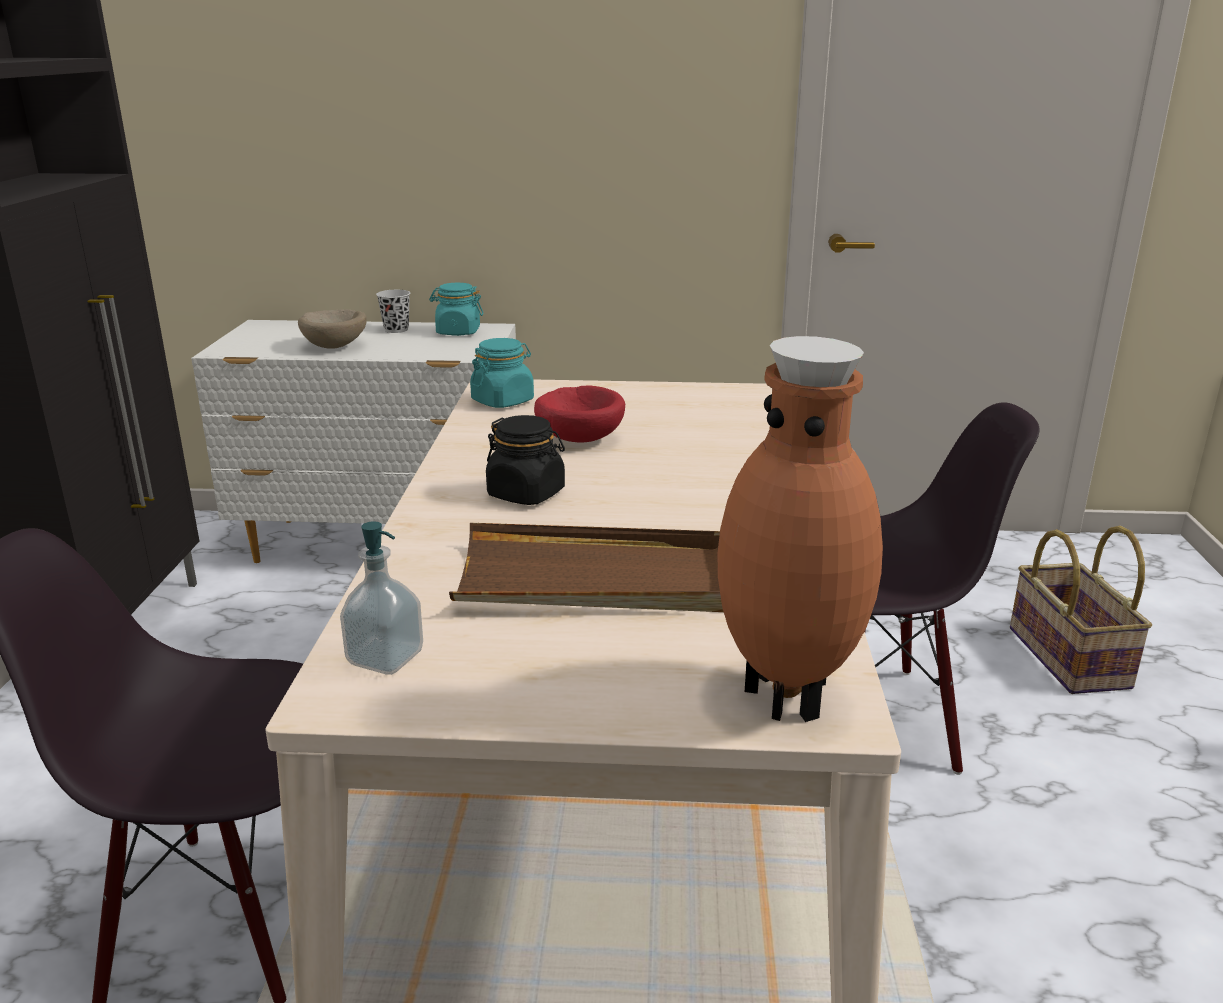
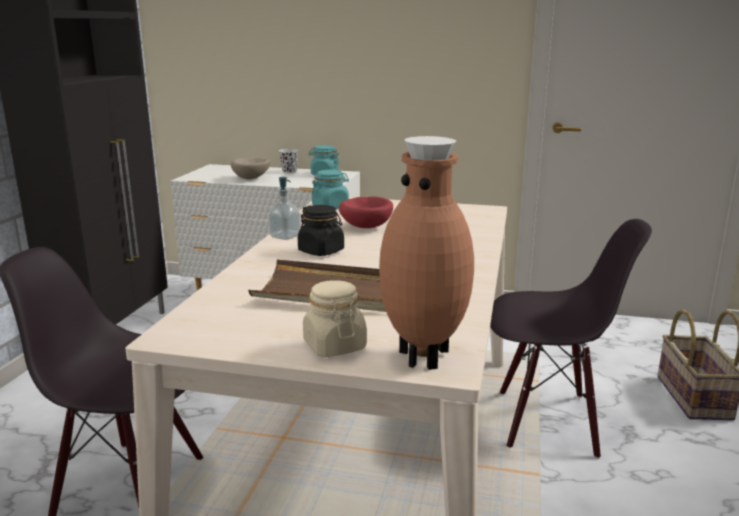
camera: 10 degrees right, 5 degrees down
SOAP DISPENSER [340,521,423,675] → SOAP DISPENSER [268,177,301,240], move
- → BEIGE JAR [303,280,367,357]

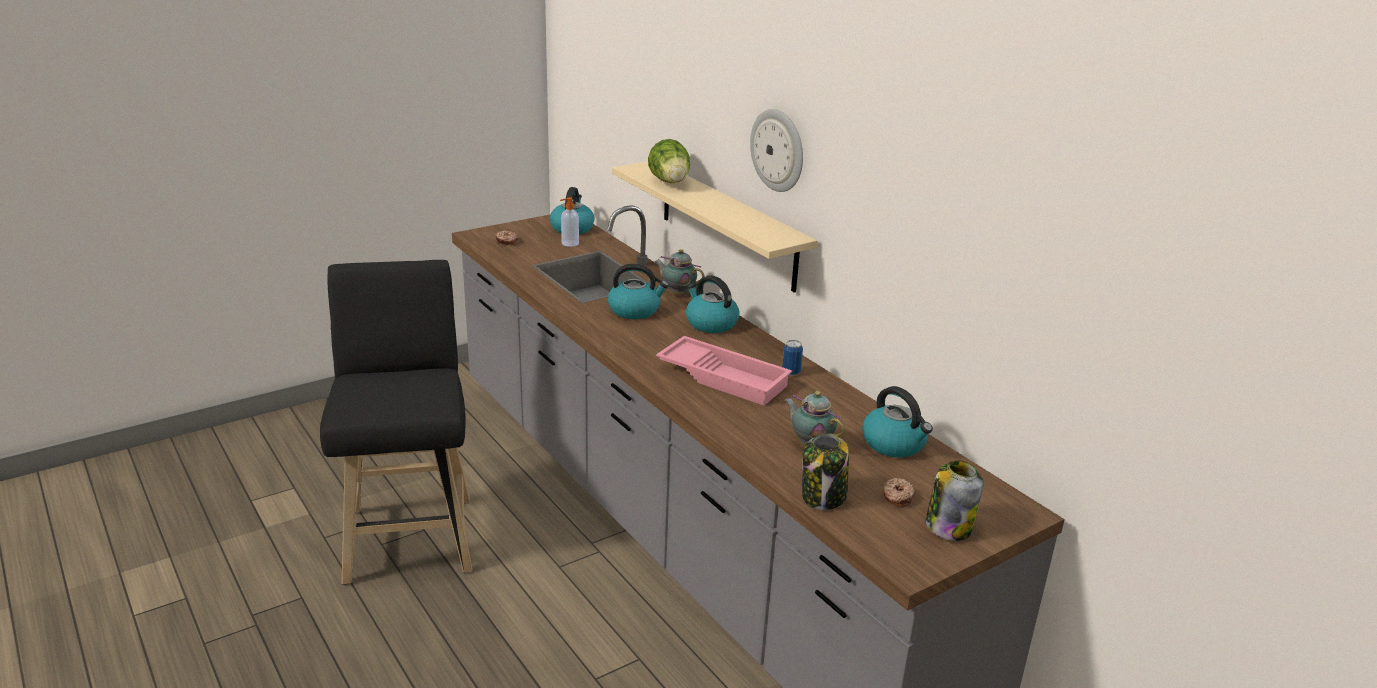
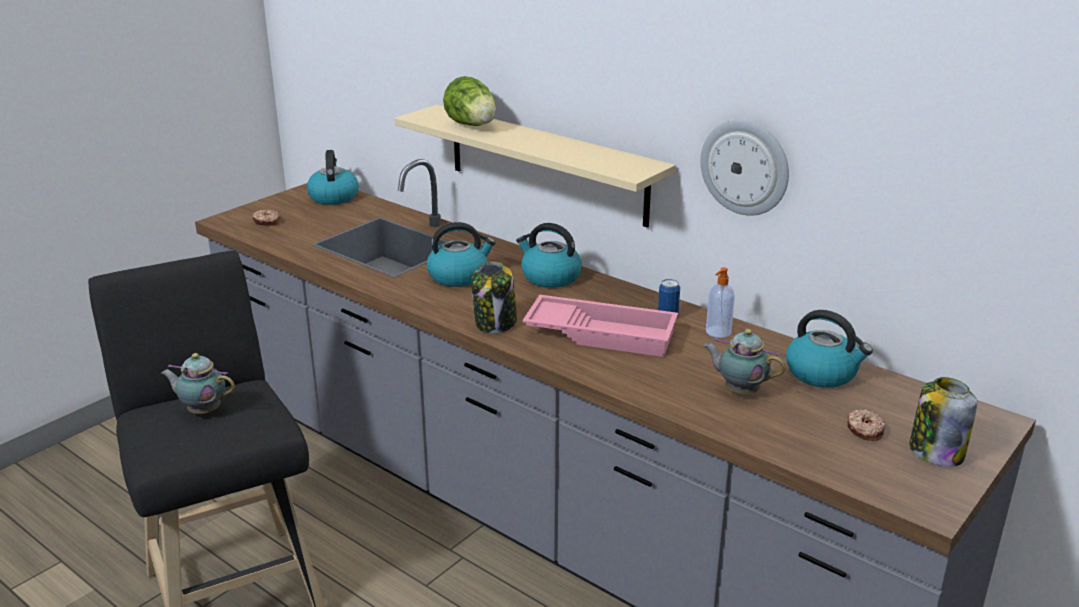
camera: 15 degrees left, 0 degrees up
SOAP DISPENSER [560,197,579,247] → SOAP DISPENSER [706,267,735,338], move
POT FOR TEA [654,249,705,295] → POT FOR TEA [161,353,235,414], move
WALL CLOCK [750,109,803,192] → WALL CLOCK [700,120,789,216], move
JAR [802,433,849,510] → JAR [471,262,517,333], move

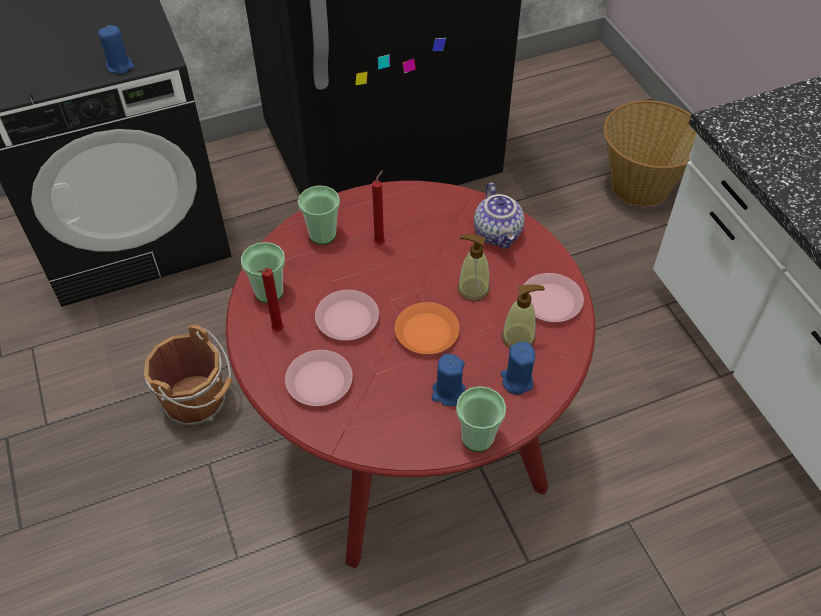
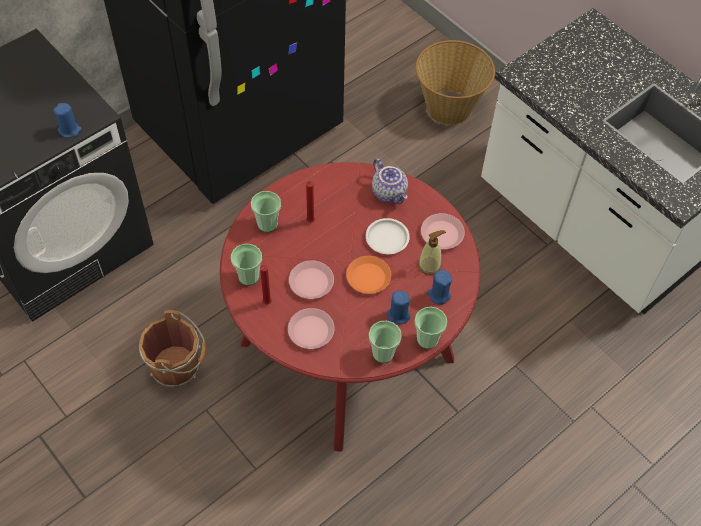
camera: 20 degrees left, 5 degrees up
SOAP DISPENSER [457,234,490,302] → WHITE FLAT DISH [366,218,410,254]
- → DRINKING CUP [369,321,402,363]

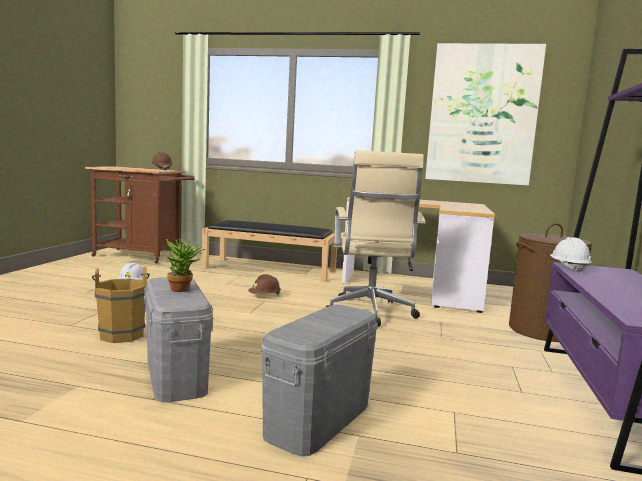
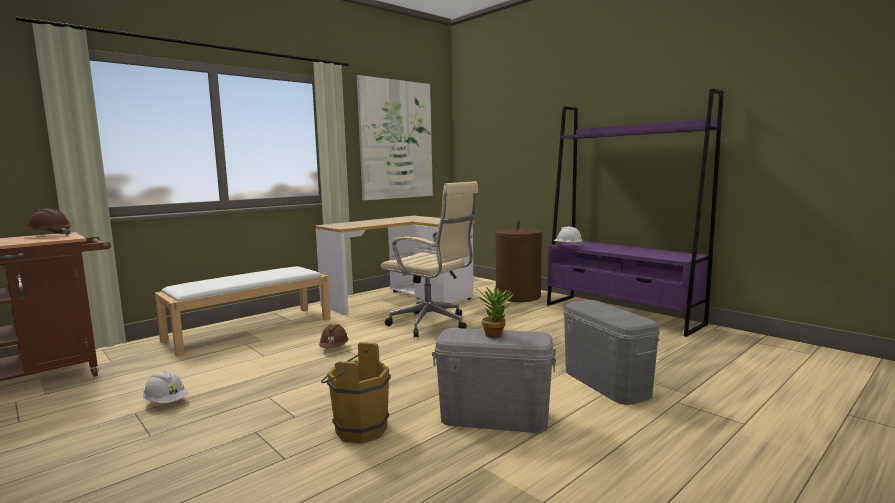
camera: 55 degrees left, 0 degrees up
BLACKISH BENCH [202,220,337,282] → WHITE BENCH [154,266,331,356]

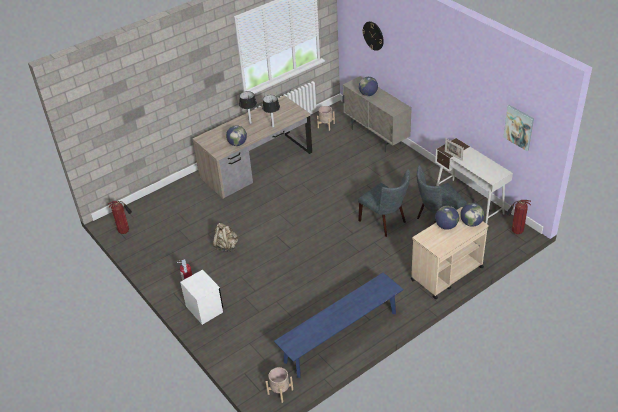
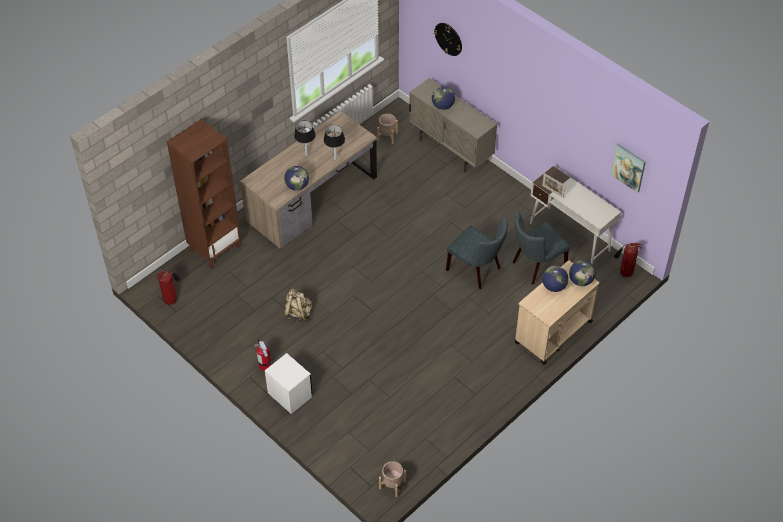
camera: 10 degrees left, 10 degrees up
BLUE-COLOURED BENCH [274,272,404,378] → -
- → BROWN BOOKCASE [167,119,241,269]

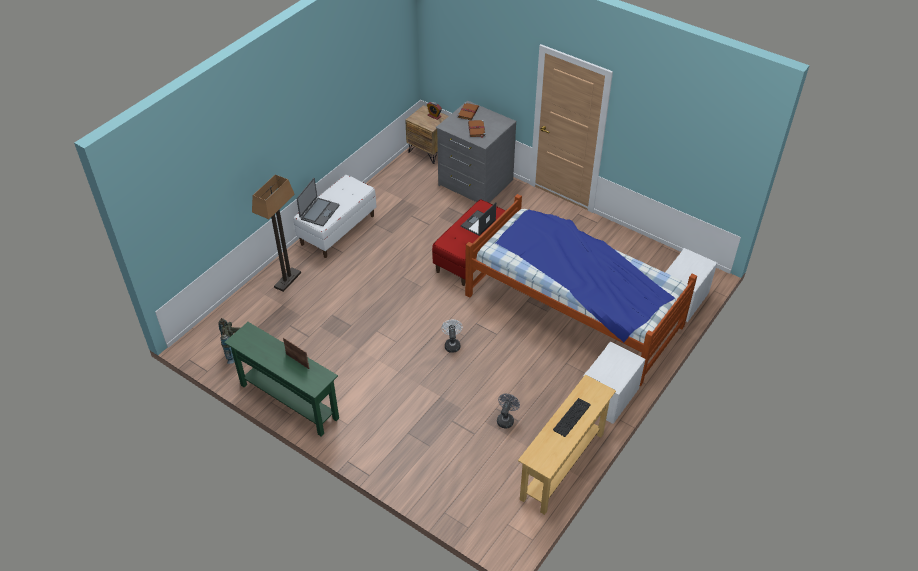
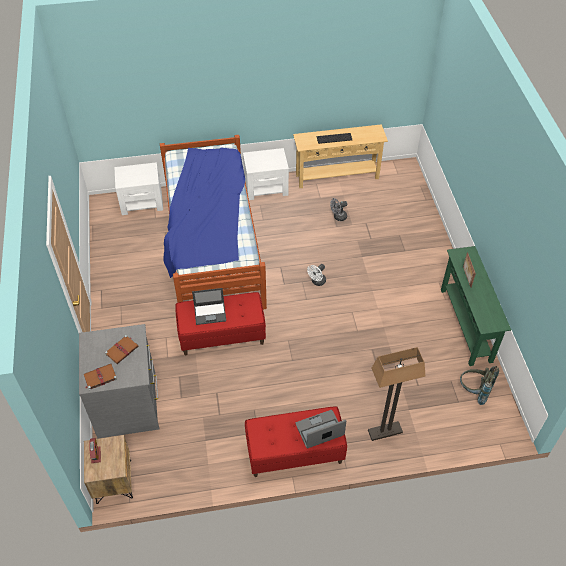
camera: 135 degrees left, 5 degrees up
WHITE BENCH [294,175,376,258] → RED-COLOURED BENCH [245,406,347,477]

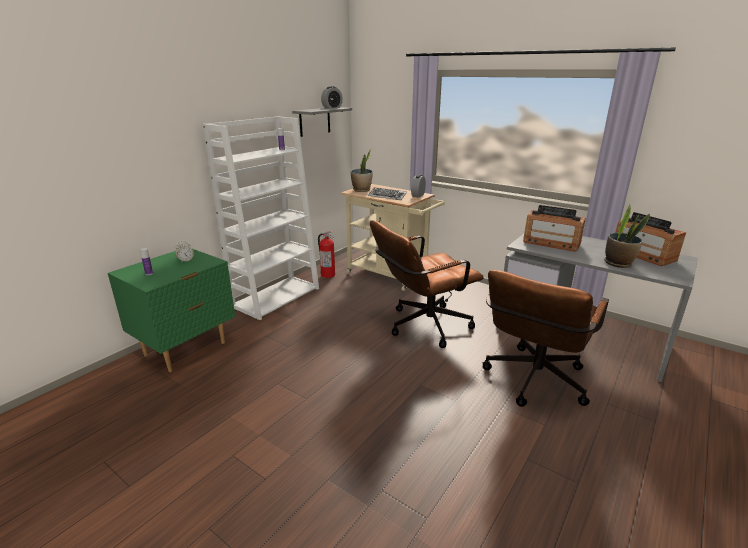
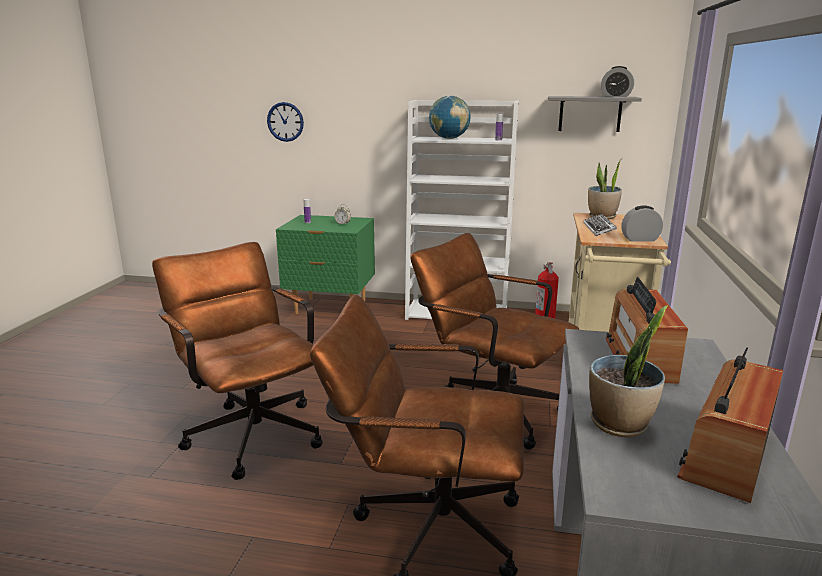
camera: 65 degrees right, 5 degrees down
- → BROWN COMPUTER CHAIR [152,242,323,480]
- → WALL CLOCK [267,102,304,142]
- → DESK GLOBE [429,96,471,139]

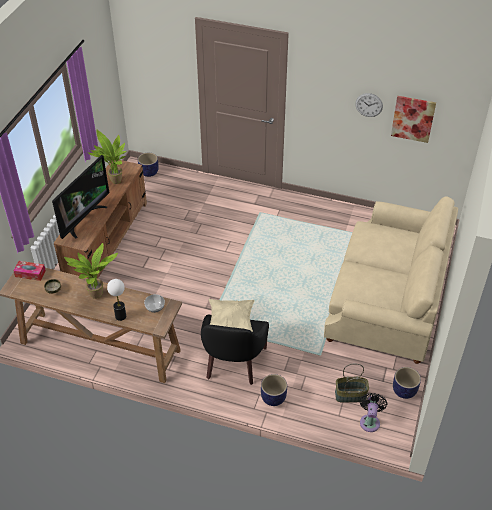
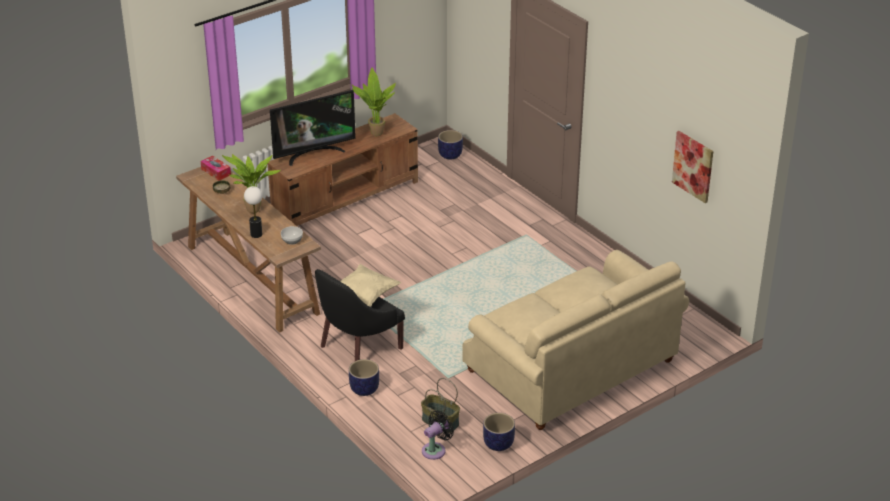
camera: 35 degrees right, 10 degrees down
WALL CLOCK [355,93,383,117] → -

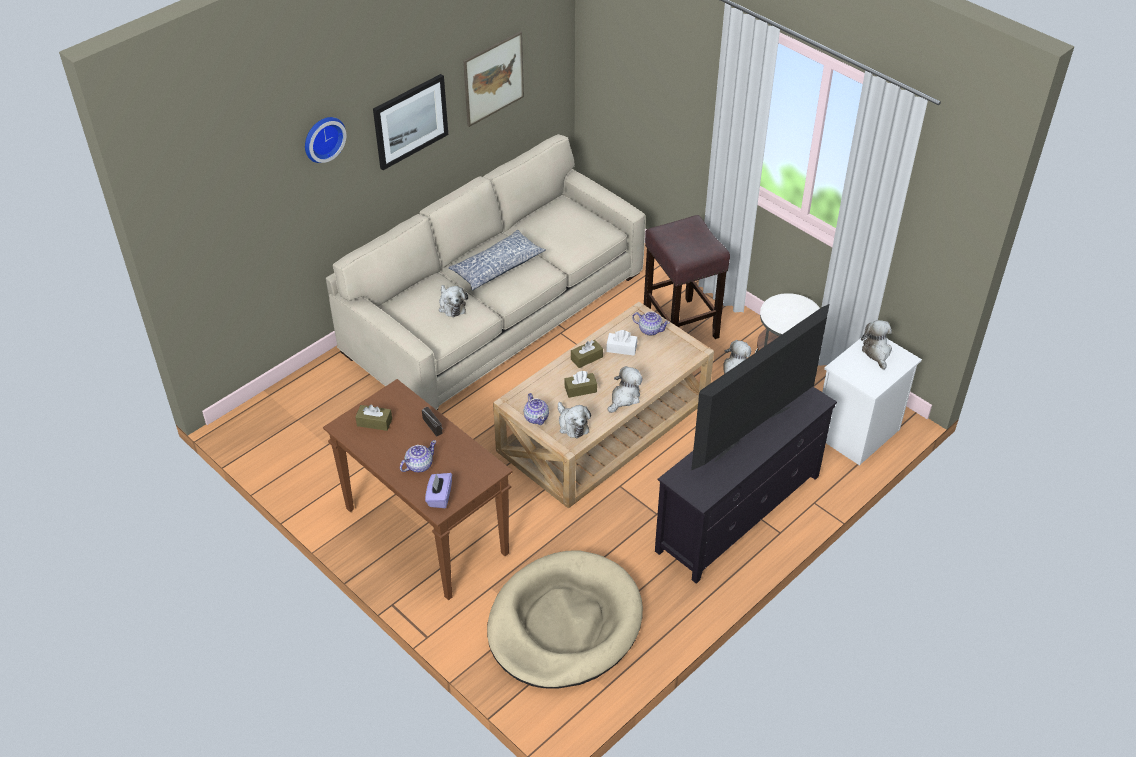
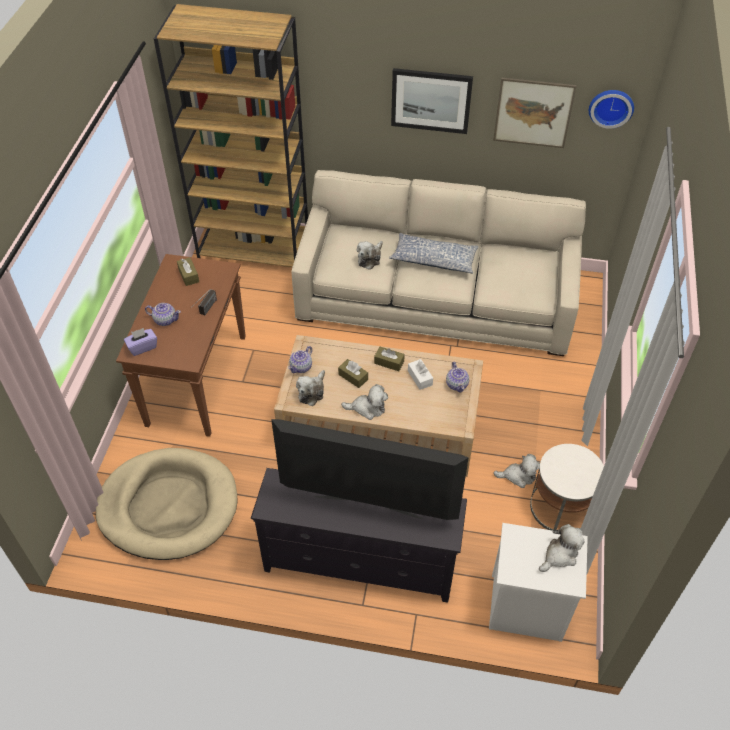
camera: 55 degrees right, 5 degrees up
WALL CLOCK [305,117,346,163] → WALL CLOCK [589,90,634,129], move
BROWN SITTING STOOL [644,215,730,339] → -
- → BROWN BOOKCASE [154,4,308,267]

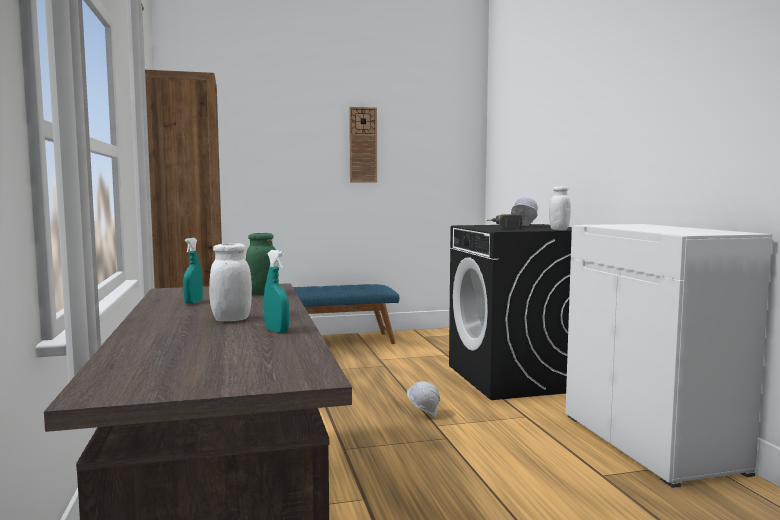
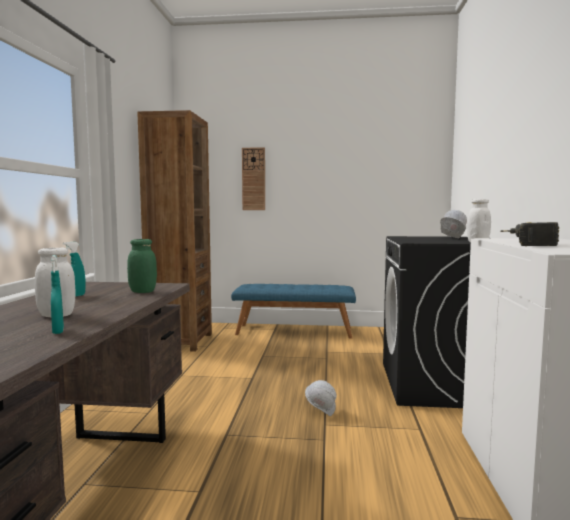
camera: 20 degrees right, 0 degrees up
WALL CLOCK [349,107,377,183] → WALL CLOCK [242,147,265,210], move
DRILL [486,214,523,230] → DRILL [500,222,559,246], move

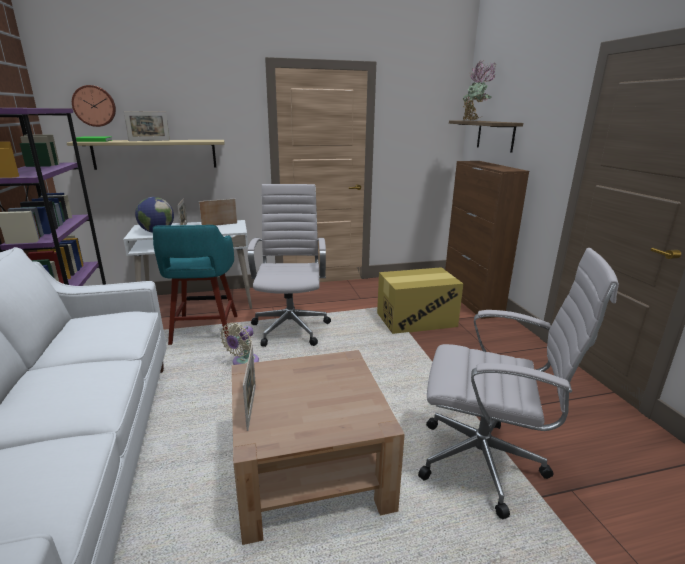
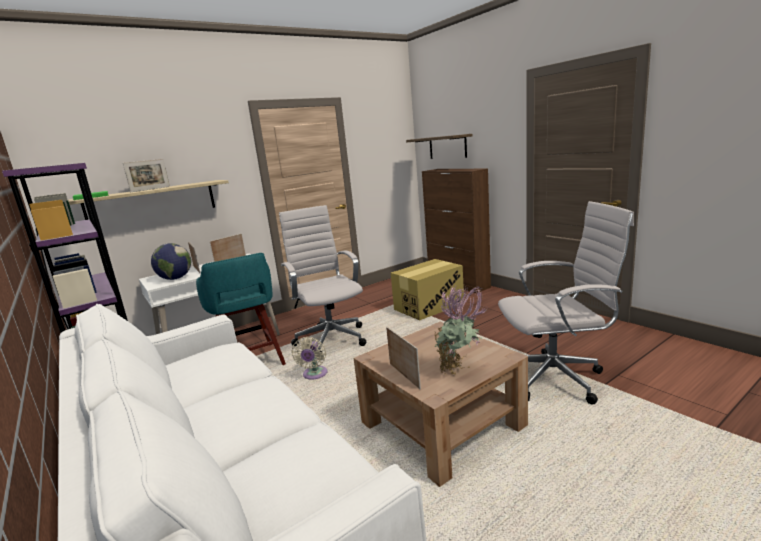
camera: 20 degrees left, 5 degrees down
WALL CLOCK [72,85,116,127] → -
HOUSEPLANT [462,60,496,120] → HOUSEPLANT [435,286,487,375], move

